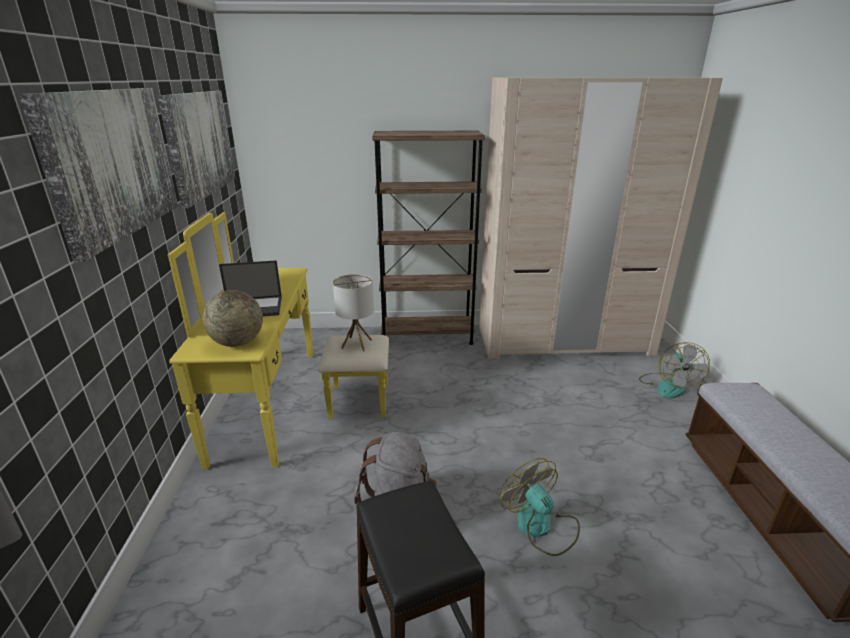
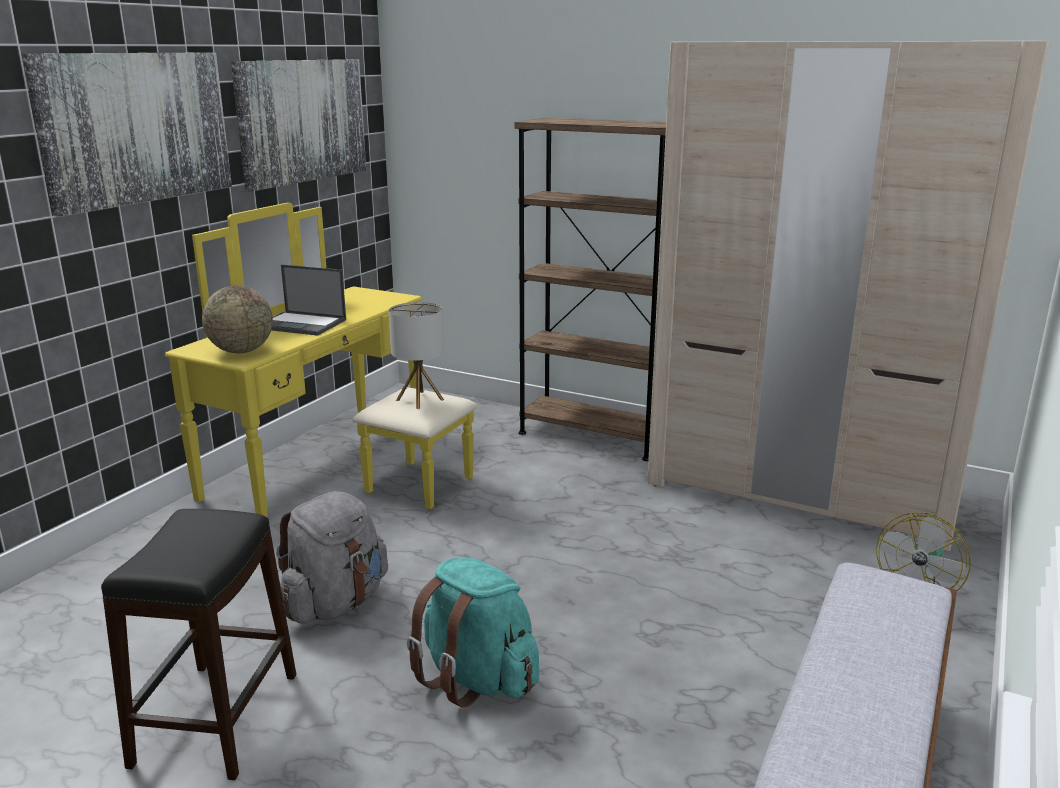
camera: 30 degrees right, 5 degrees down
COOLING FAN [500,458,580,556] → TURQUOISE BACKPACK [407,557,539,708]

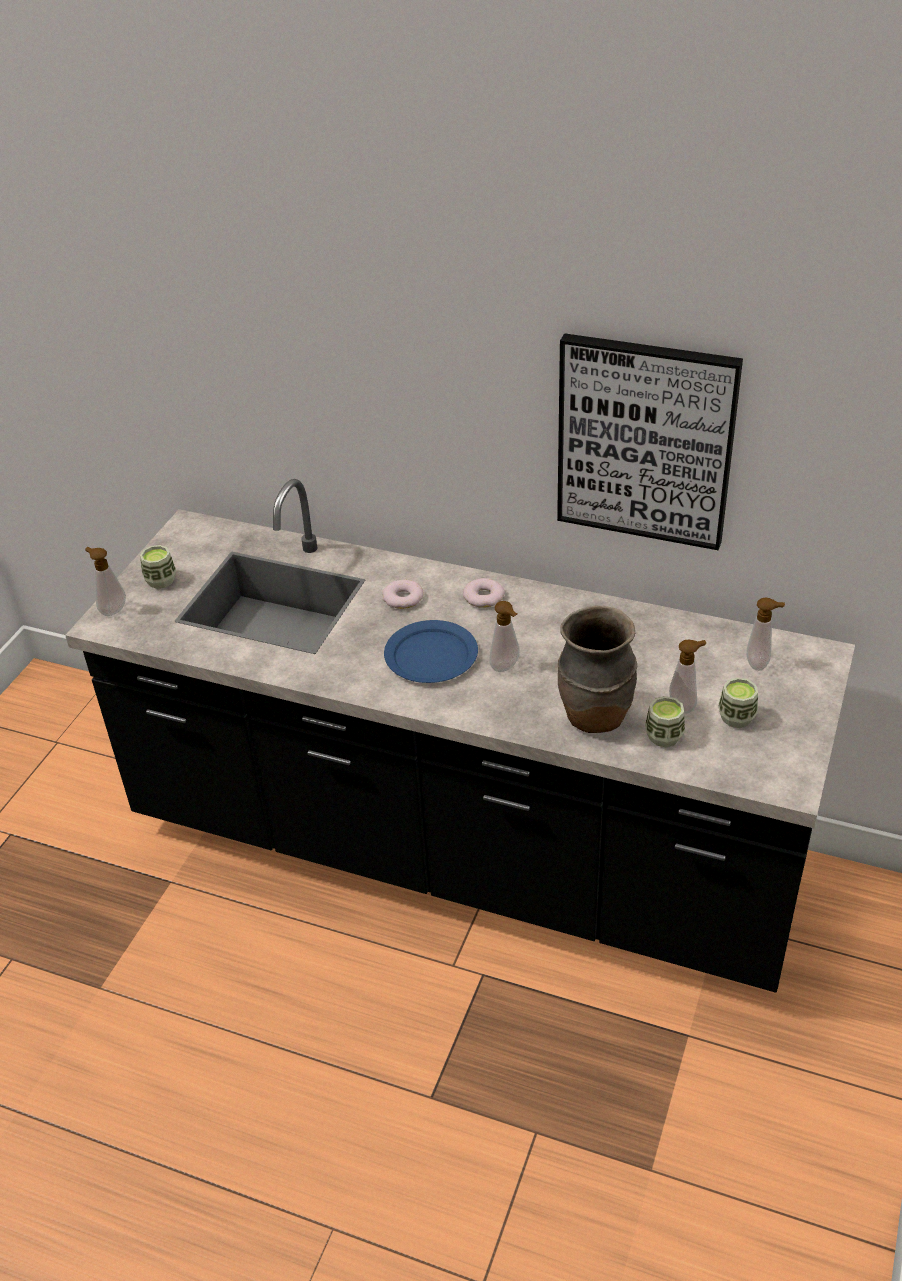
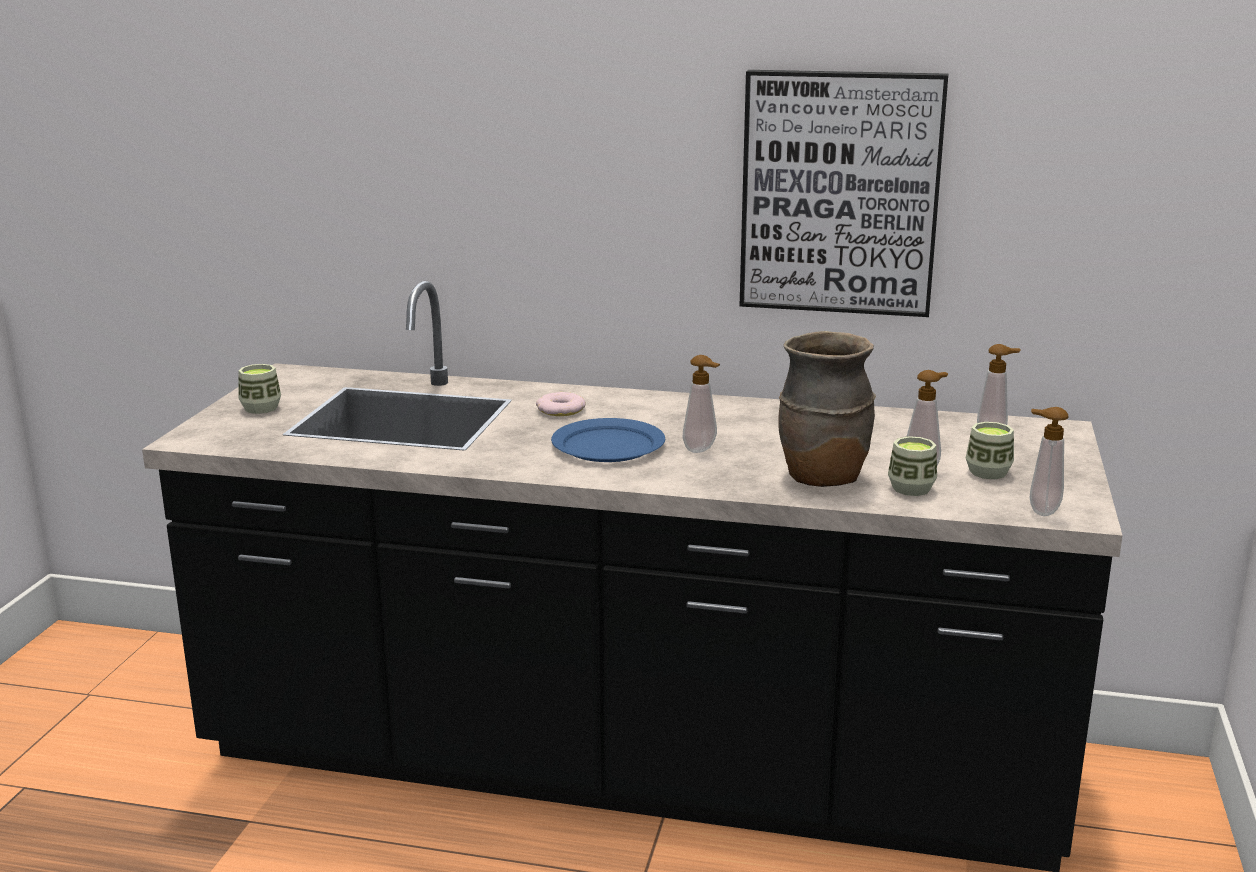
camera: 10 degrees left, 20 degrees down
SOAP DISPENSER [85,547,126,616] → SOAP DISPENSER [1029,407,1068,516], move
RING DOUGHNUT [463,578,505,608] → -

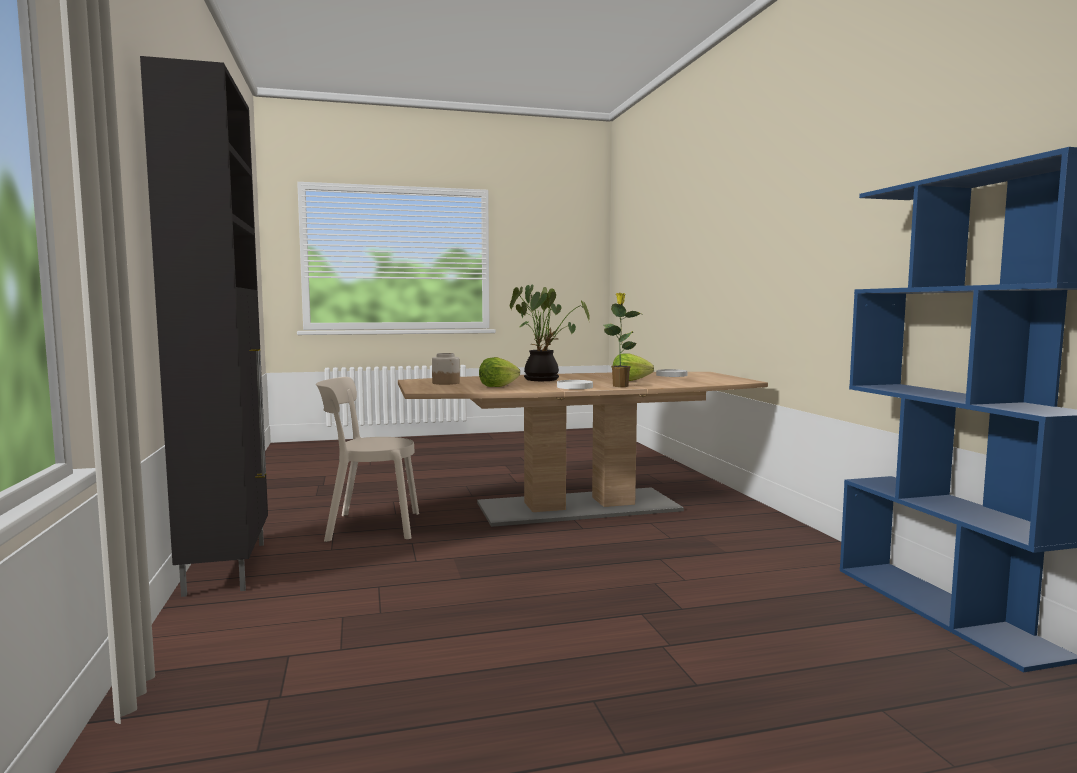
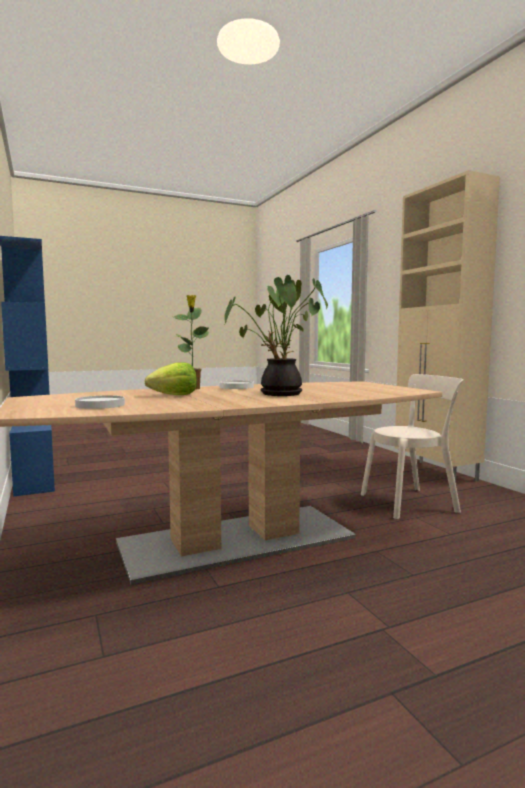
camera: 170 degrees right, 0 degrees up
BLACKISH CABINET [140,56,268,597] → BEIGE CABINET [395,170,500,483]
JAR [432,353,460,385] → -
LETTUCE [479,357,520,387] → -

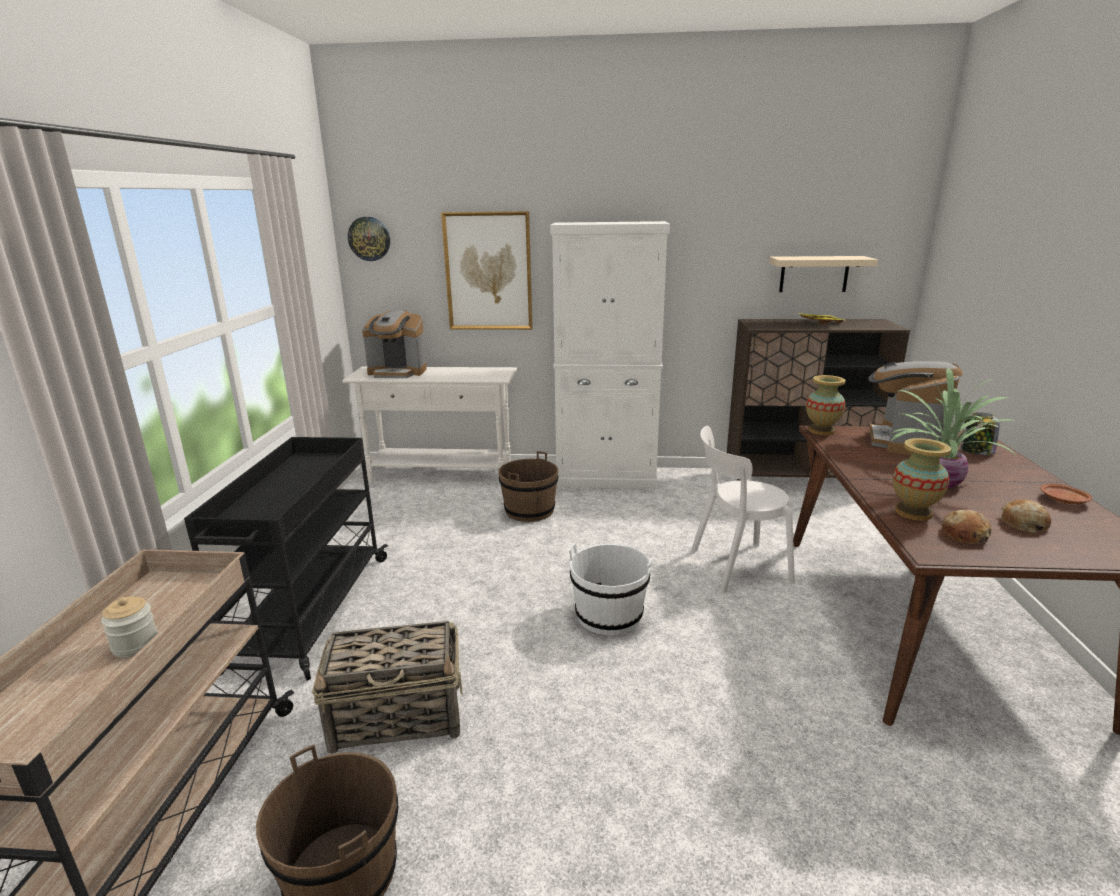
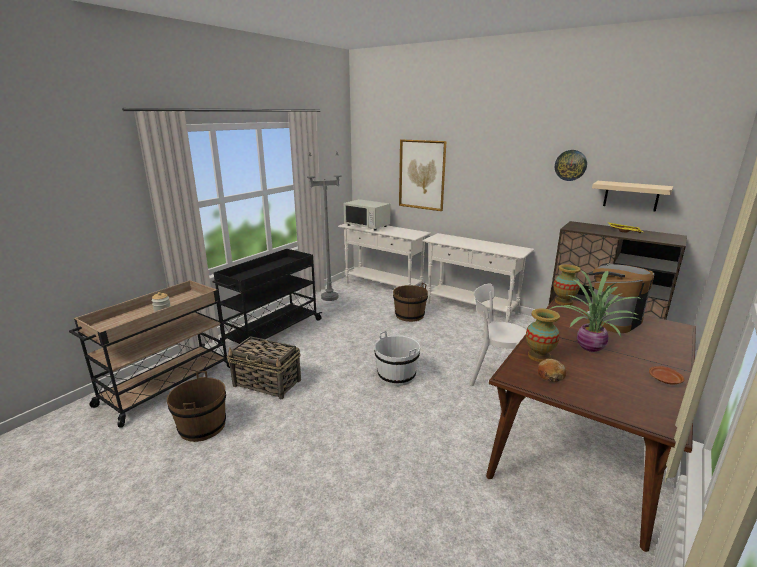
camera: 30 degrees right, 0 degrees up
WALL CLOCK [348,217,390,261] → WALL CLOCK [555,150,587,181], move
COFFEE BREWER [362,309,427,378] → WHITE KITCHEN MICROWAVE [344,199,390,230]
WHITE CABINET [550,221,670,489] → WHITE NARROW TABLE [423,233,534,323]
JAR [961,412,1000,455] → -
BAKERY BREAD [1001,499,1051,533] → -
- → GRAY STANDING LAMP [307,152,342,301]

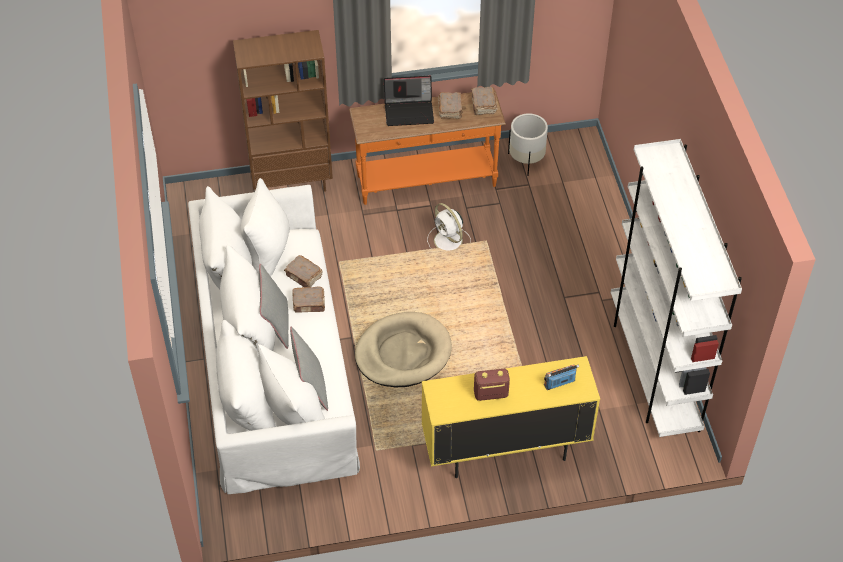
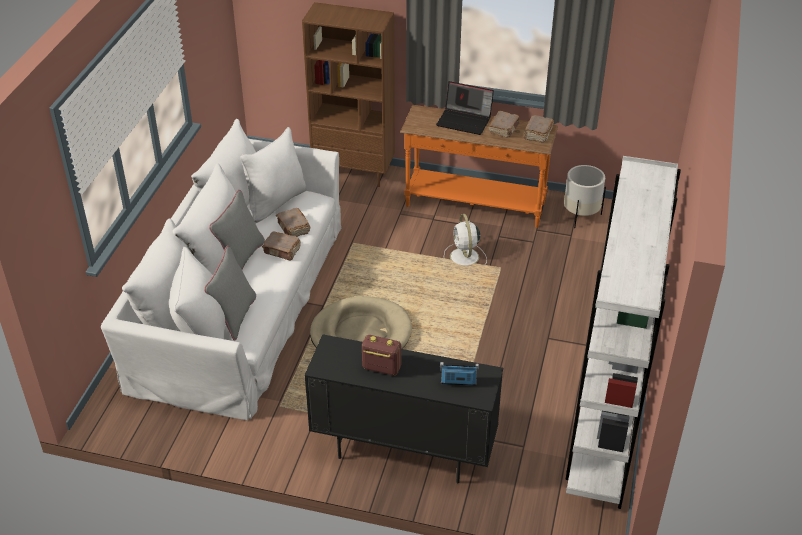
camera: 25 degrees right, 10 degrees down
YELLOWISH CABINET [422,356,600,478] → BLACKISH CABINET [304,334,503,483]

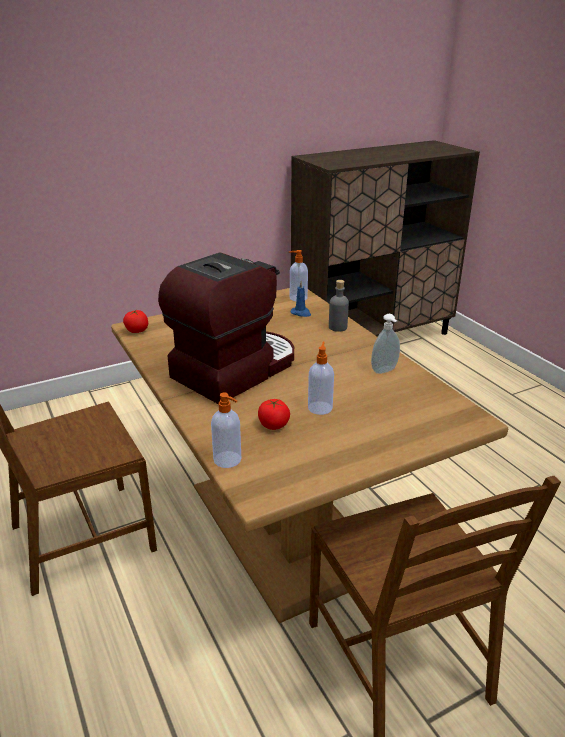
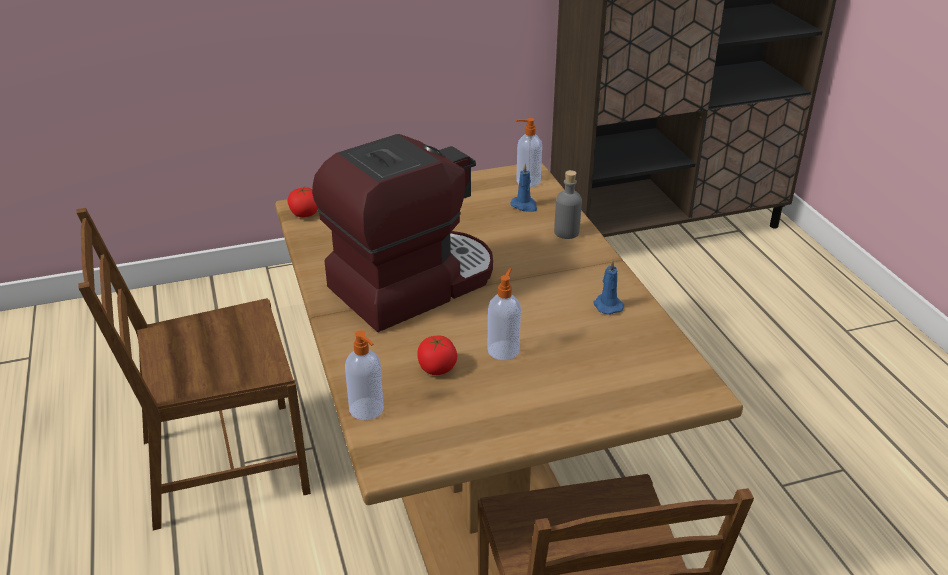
camera: 10 degrees right, 5 degrees up
SOAP DISPENSER [371,314,400,374] → BLUE-COLOURED CANDLE [593,259,624,315]

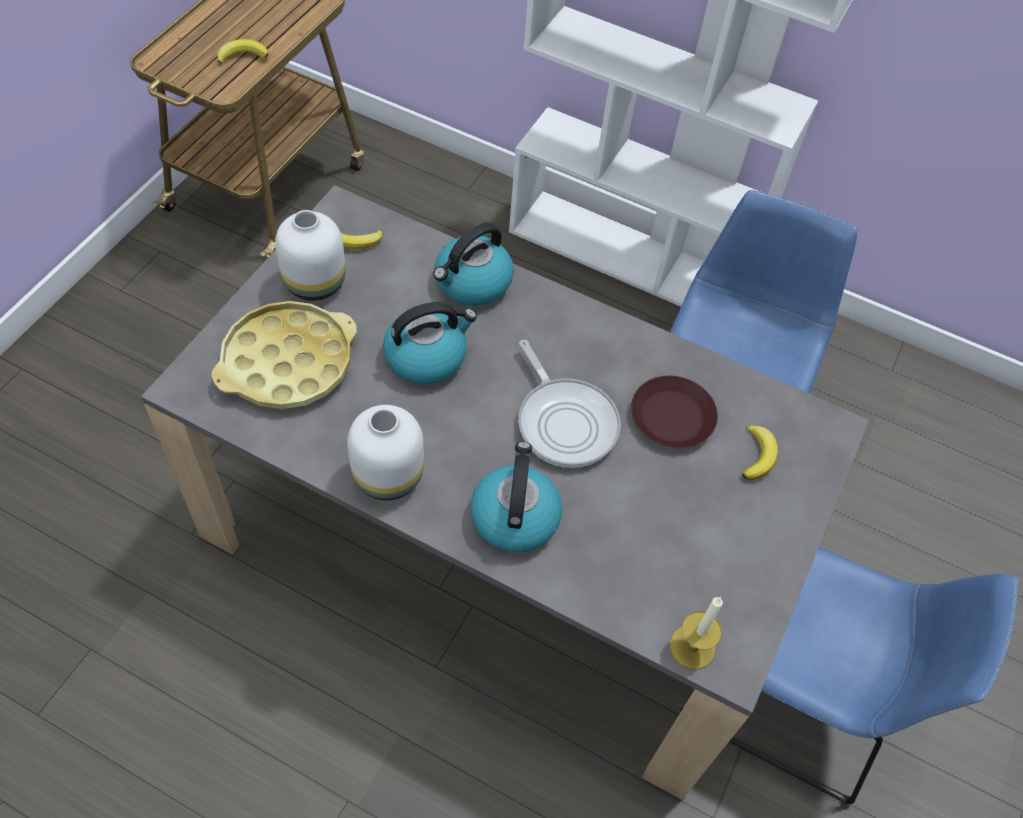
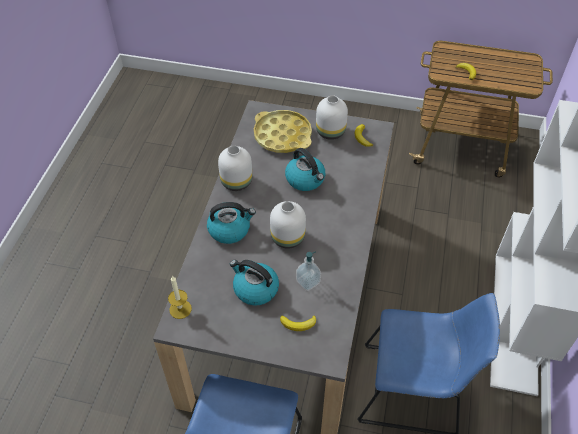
camera: 80 degrees right, 5 degrees down
KETTLE [433,223,514,306] → KETTLE [230,260,279,306], move
PAN [518,340,621,468] → WHITE FLOWER VASE [270,201,306,249]
BROWN FLAT DISH [631,376,718,448] → SOAP DISPENSER [296,252,321,291]

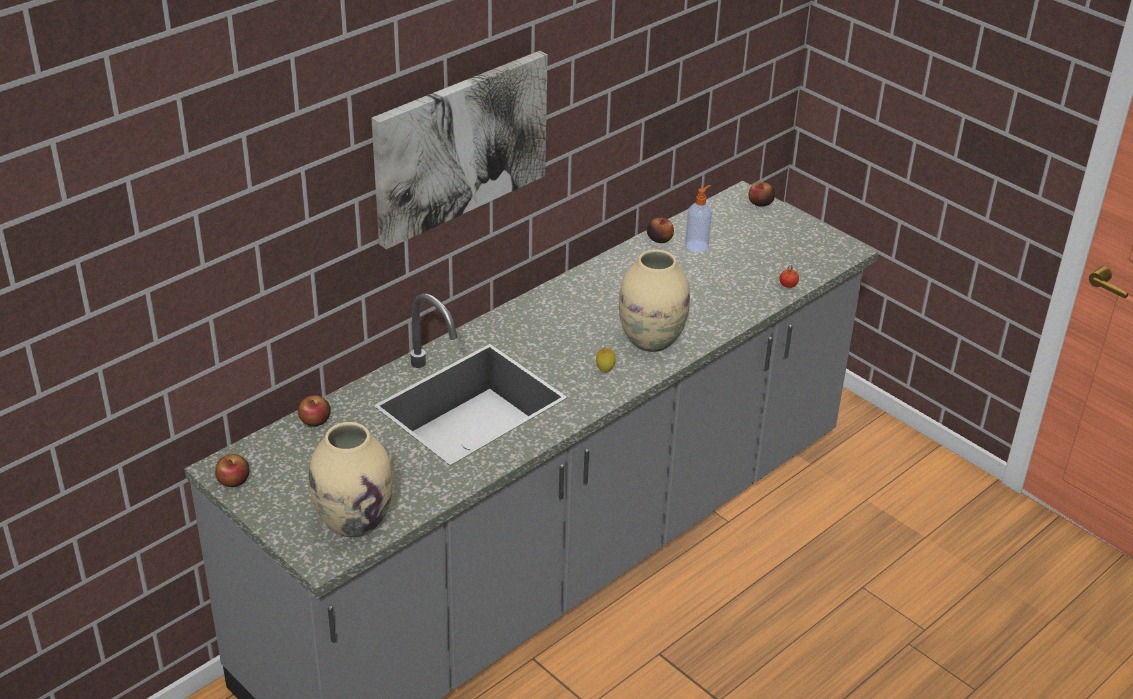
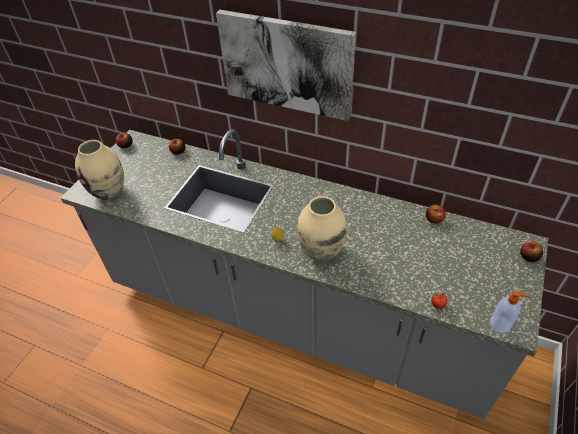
camera: 70 degrees right, 10 degrees up
SOAP DISPENSER [685,185,712,252] → SOAP DISPENSER [490,291,530,333], move

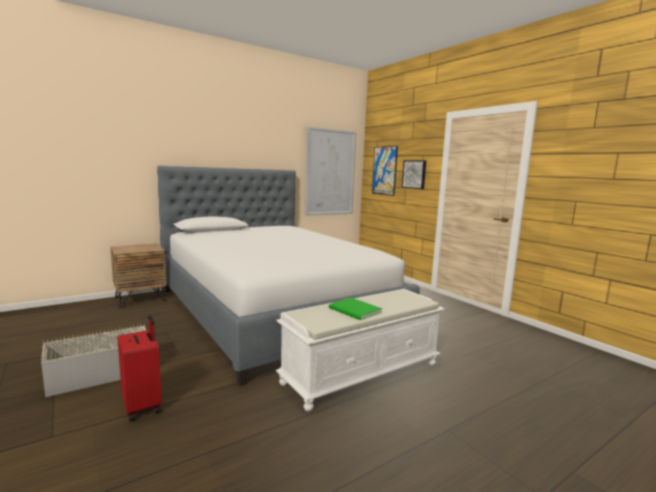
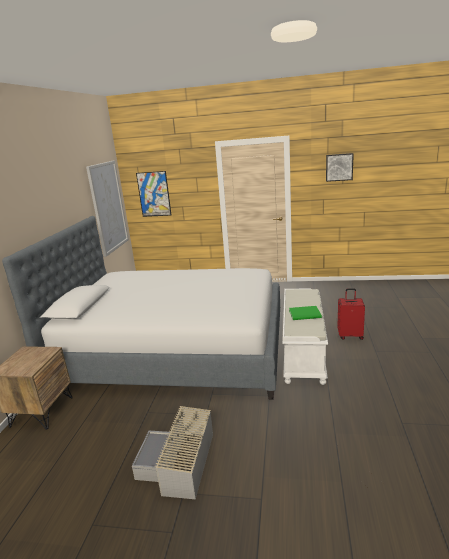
camera: 45 degrees left, 10 degrees up
RED-COLOURED SUITCASE [117,315,162,421] → RED-COLOURED SUITCASE [337,288,365,340], move
PICTURE [402,160,426,189] → PICTURE [326,153,354,182], move

